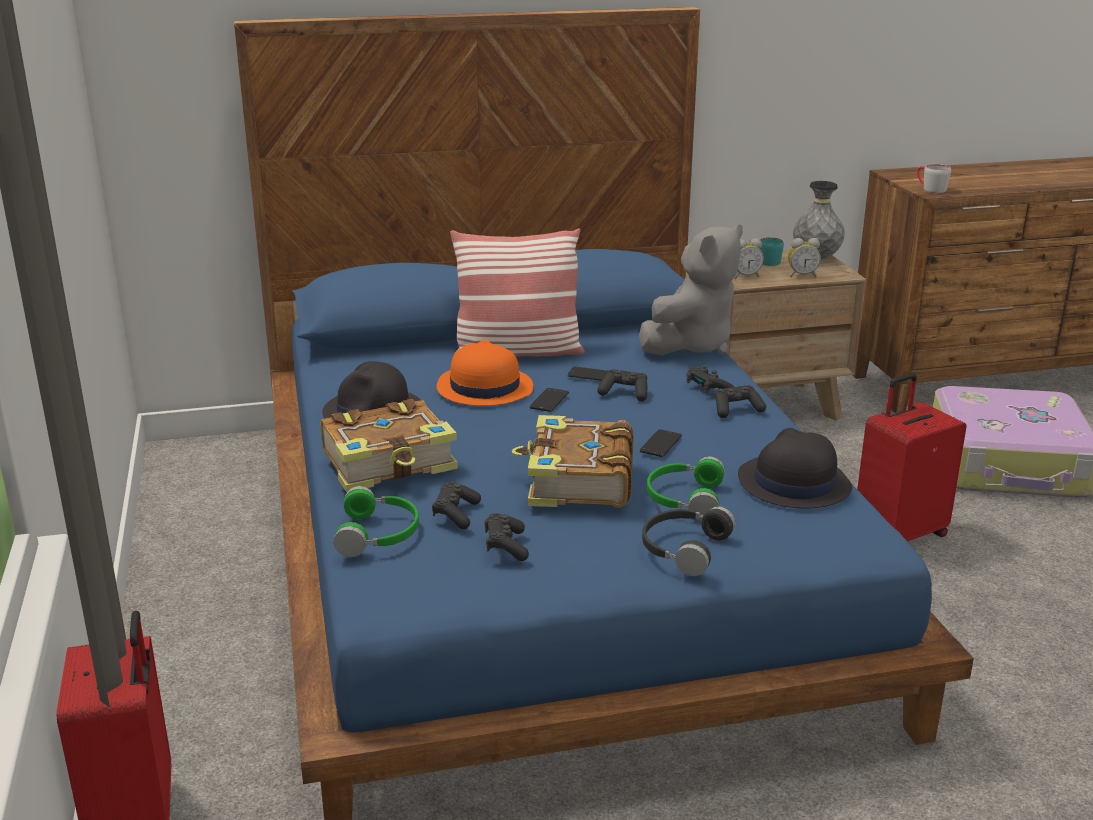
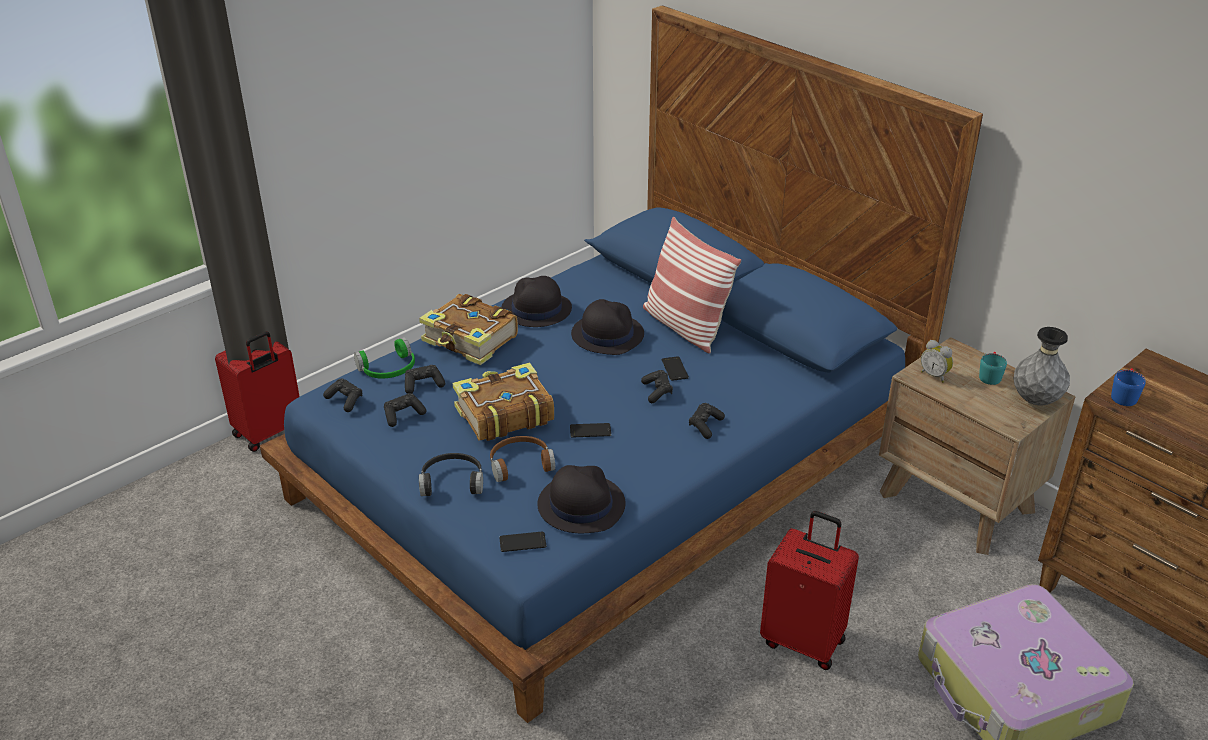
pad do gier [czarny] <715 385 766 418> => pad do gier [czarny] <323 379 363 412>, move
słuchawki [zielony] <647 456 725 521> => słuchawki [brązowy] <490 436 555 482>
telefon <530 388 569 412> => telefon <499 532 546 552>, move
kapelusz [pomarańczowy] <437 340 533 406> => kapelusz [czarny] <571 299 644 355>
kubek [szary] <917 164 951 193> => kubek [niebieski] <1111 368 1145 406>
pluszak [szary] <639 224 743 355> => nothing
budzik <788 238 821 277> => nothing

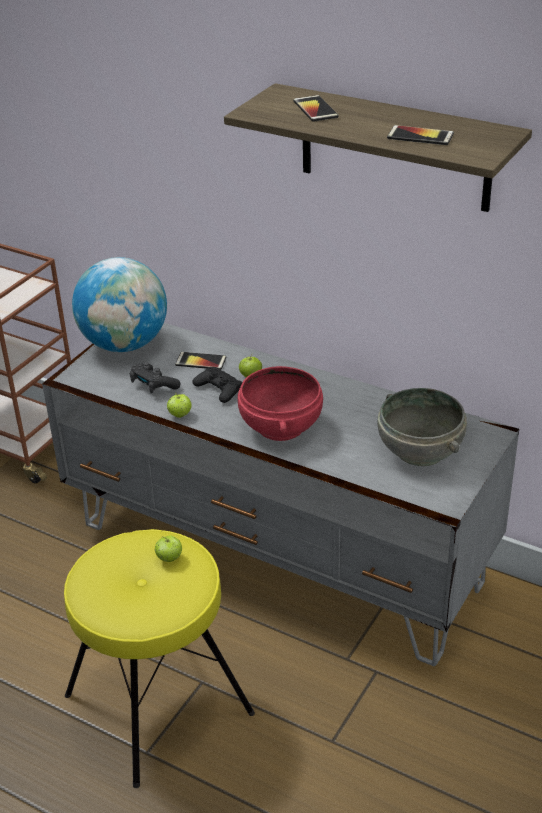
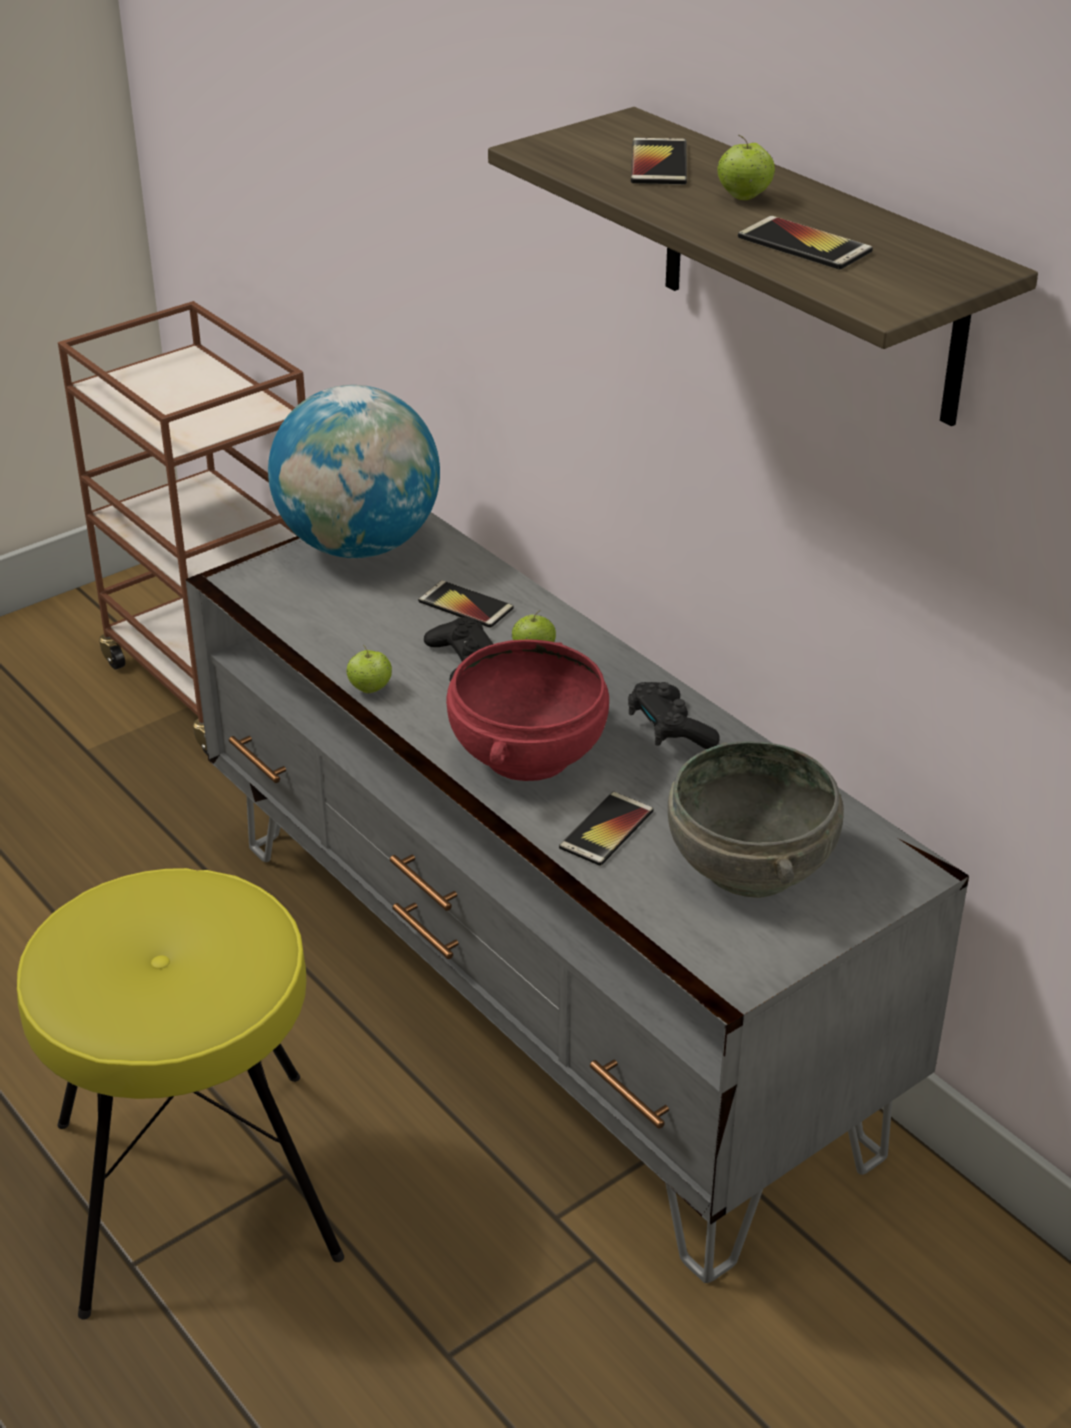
nothing => telefon <559 792 653 866>
pad do gier [czarny] <130 362 180 393> => pad do gier [czarny] <628 682 720 749>, move
jabłko <155 535 182 562> => jabłko <717 135 775 200>, move

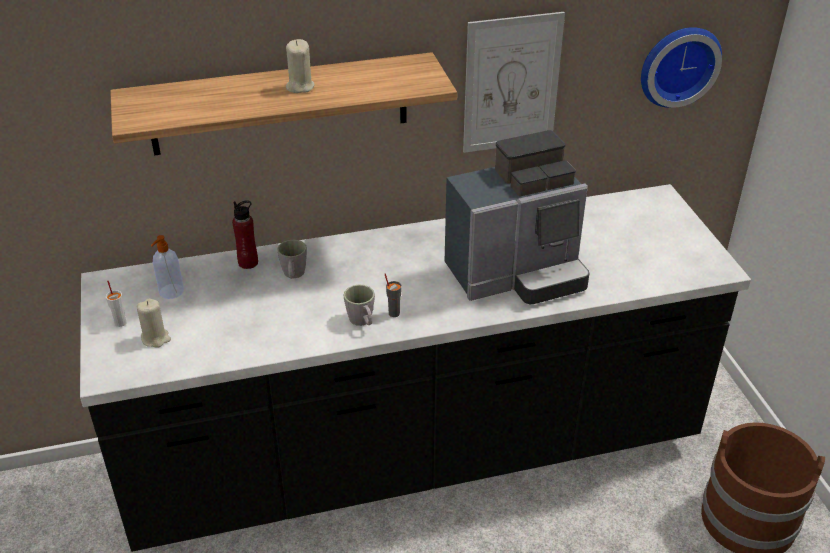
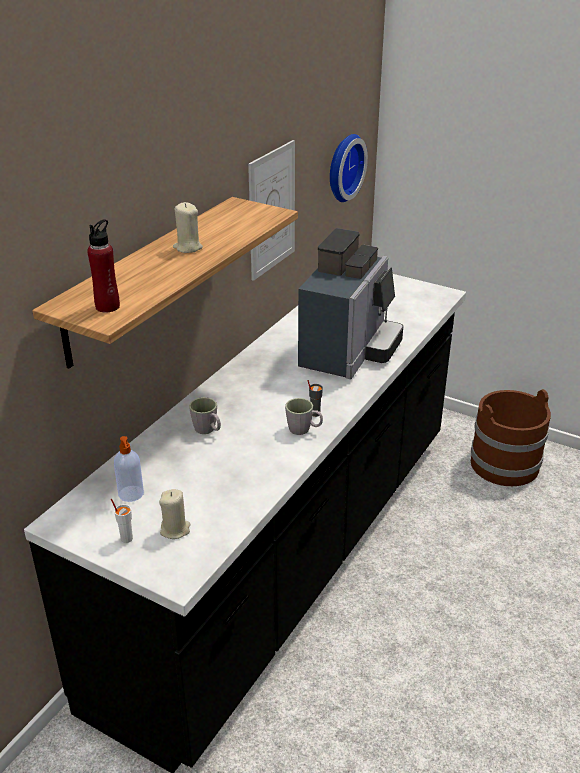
butelka [czerwony] <232 200 258 269> => butelka [czerwony] <87 219 120 313>, move

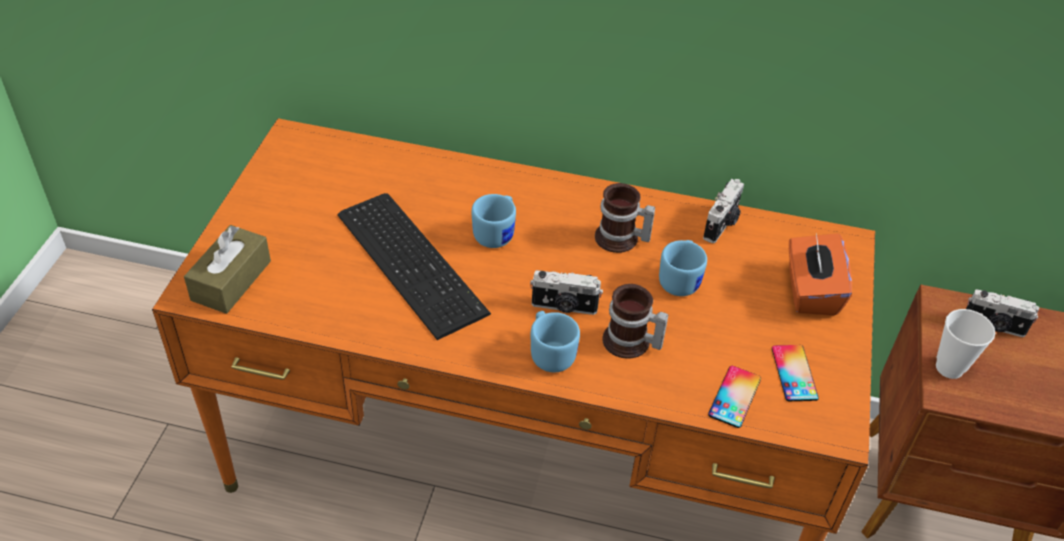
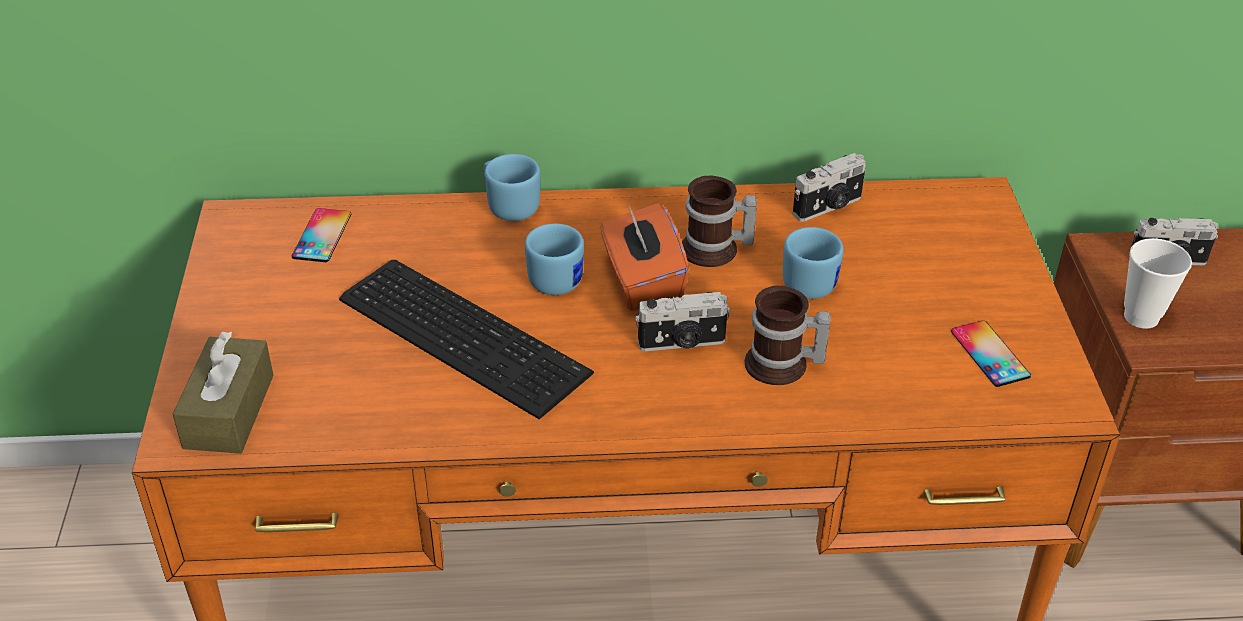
telefon <708 366 761 428> => telefon <292 208 351 262>, move
kubek [niebieski] <531 311 580 372> => kubek [niebieski] <484 154 540 221>, move
pudełko chusteczek [pomarańczowy] <789 233 852 316> => pudełko chusteczek [pomarańczowy] <600 203 689 311>, move
aparat fotograficzny <703 179 744 243> => aparat fotograficzny <793 153 866 222>, 45 degrees clockwise

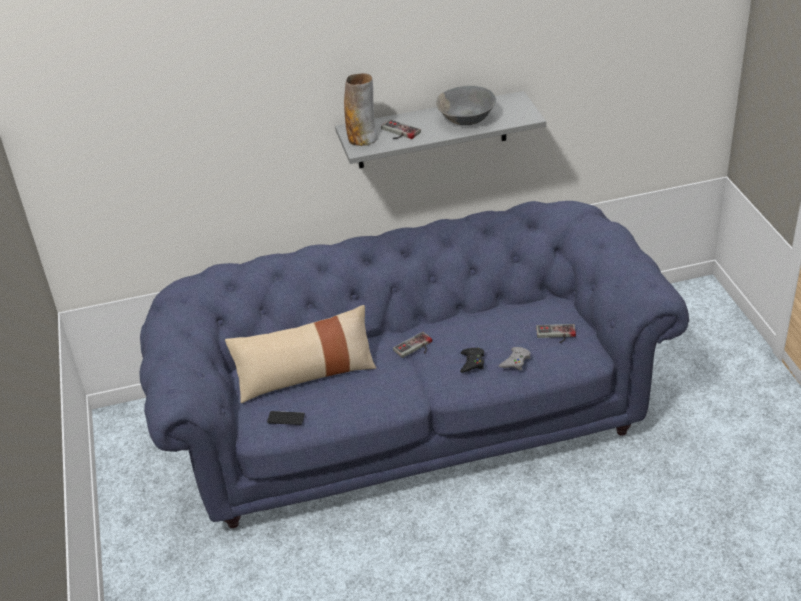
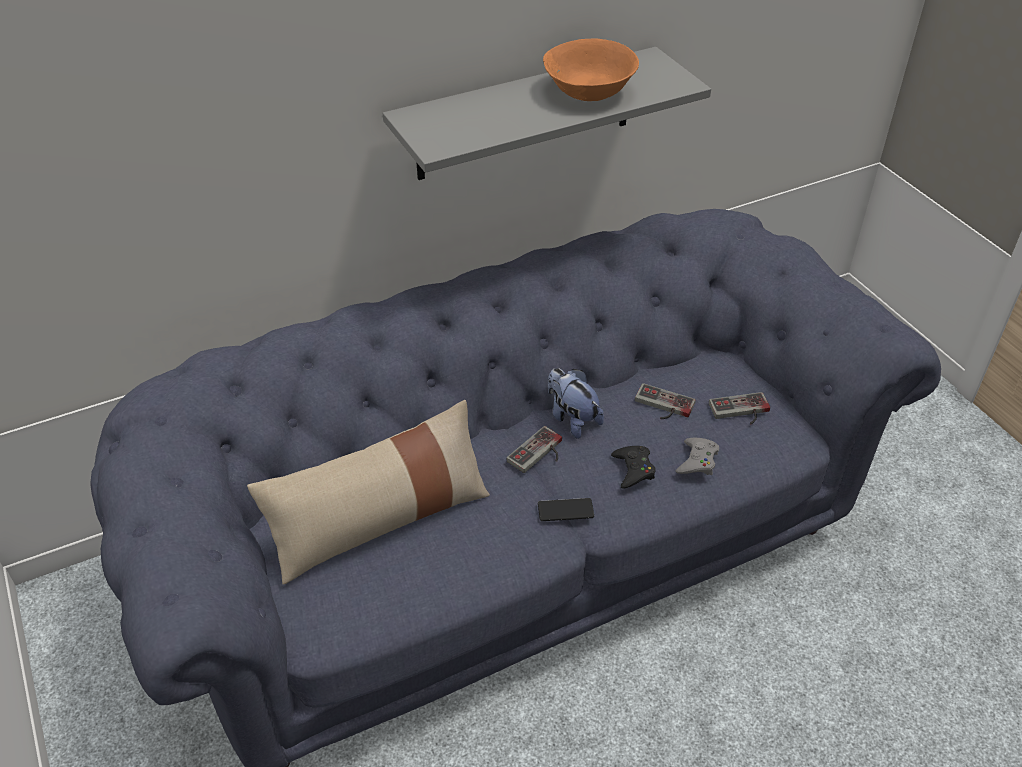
telefon <267 411 305 425> => telefon <538 498 594 521>, move
miska [szary] <436 86 496 126> => miska [pomarańczowy] <543 38 639 101>
nothing => pluszak <548 368 604 439>
pad do gier <381 119 421 139> => pad do gier <635 383 696 419>, move
wazon <344 73 377 146> => nothing

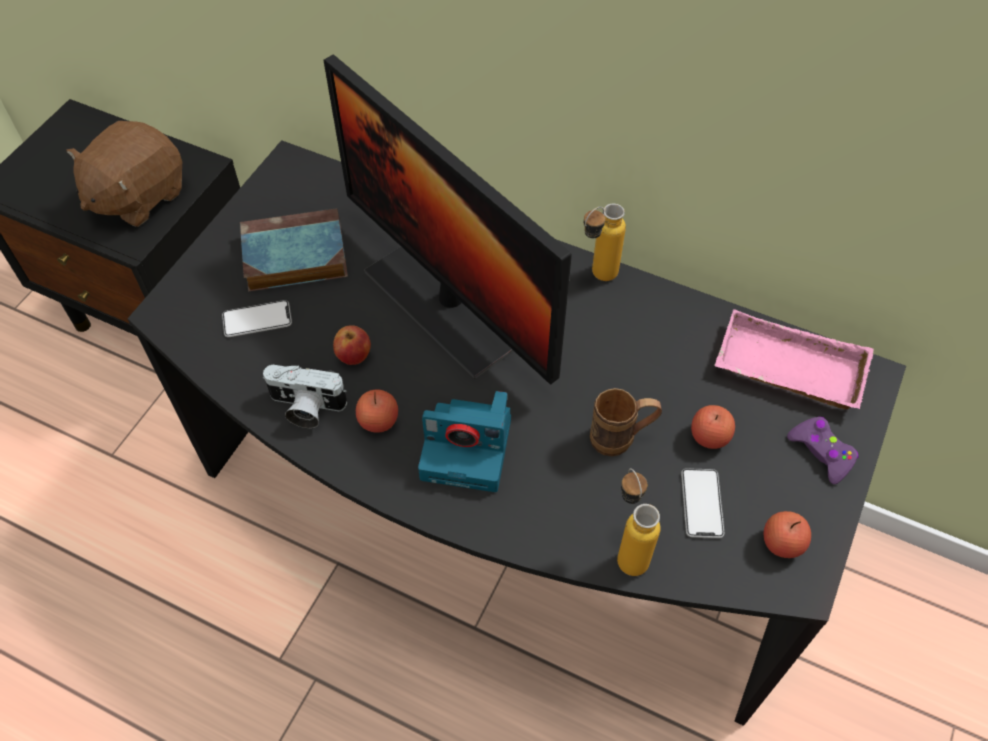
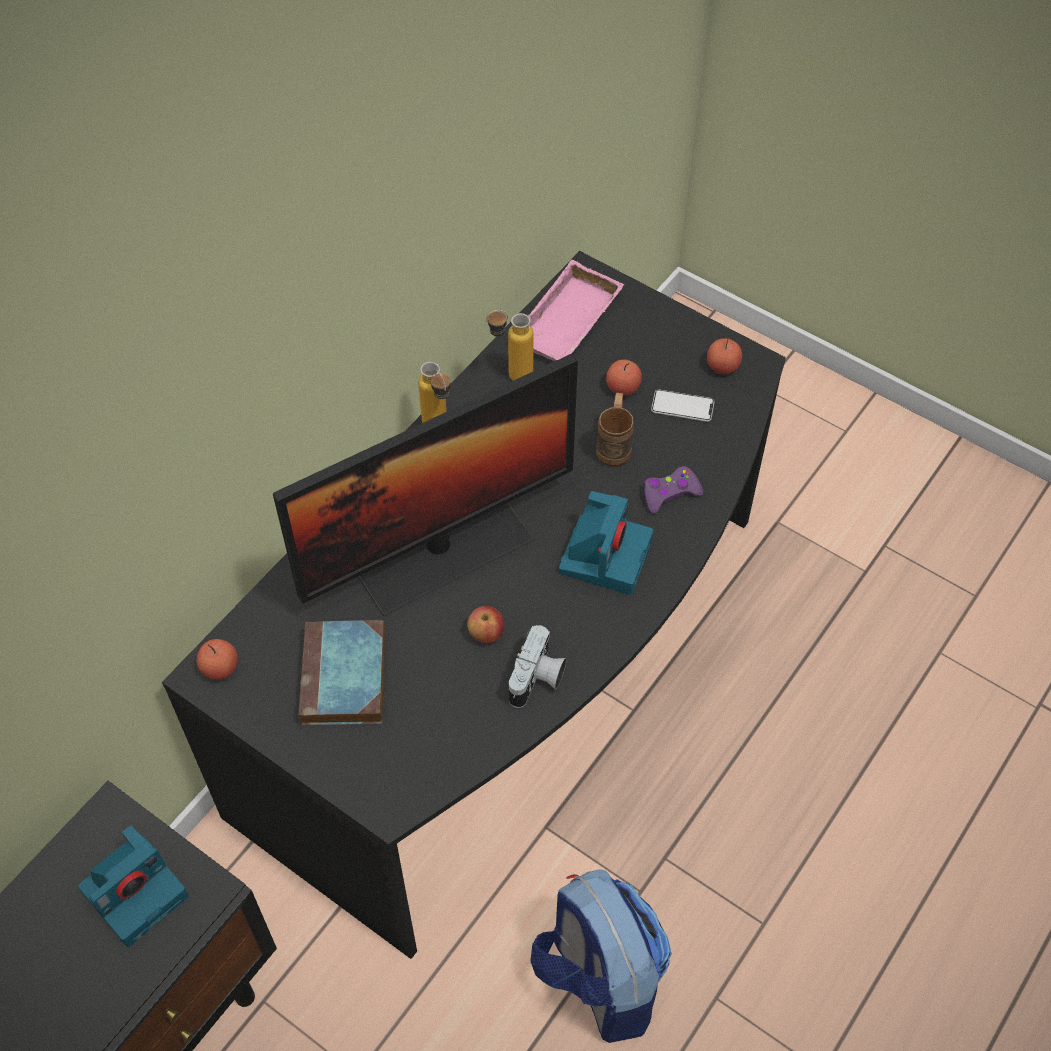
pluszak [brązowy] <67 121 182 227> => aparat fotograficzny <78 825 189 947>
jabłko <356 390 398 433> => jabłko <197 639 238 680>, move
butelka <617 468 661 576> => butelka <486 310 534 381>, move
nothing => plecak <531 869 672 1043>
pad do gier [fioletowy] <787 417 858 484> => pad do gier [fioletowy] <644 466 703 514>, move
telefon <222 300 292 337> => nothing

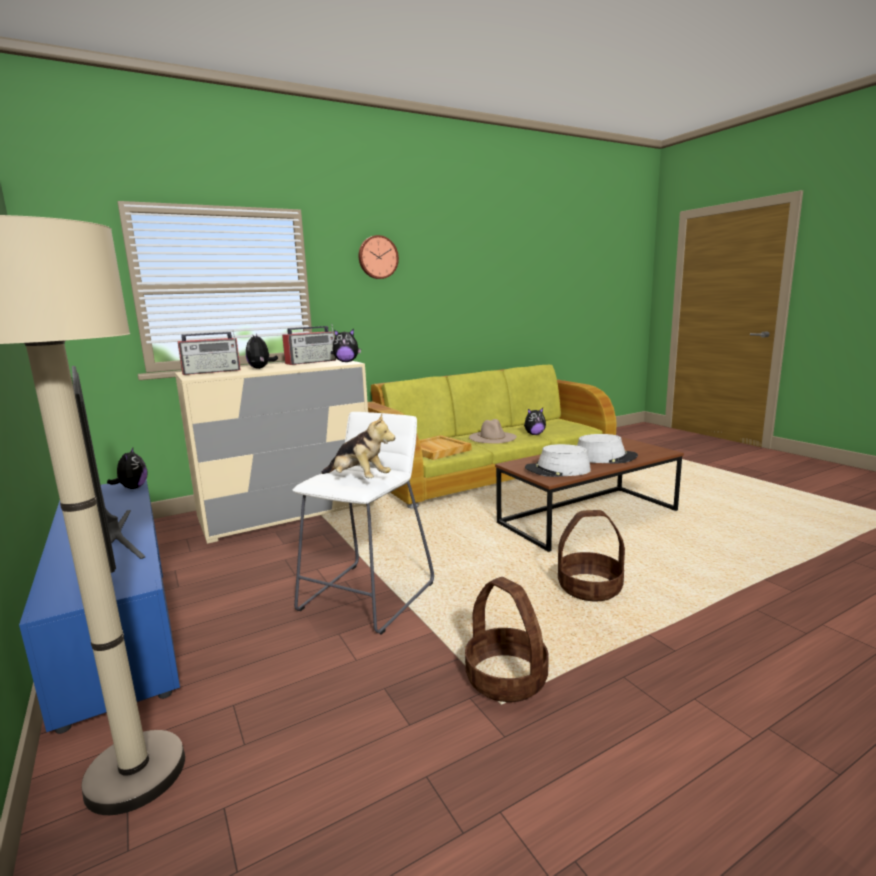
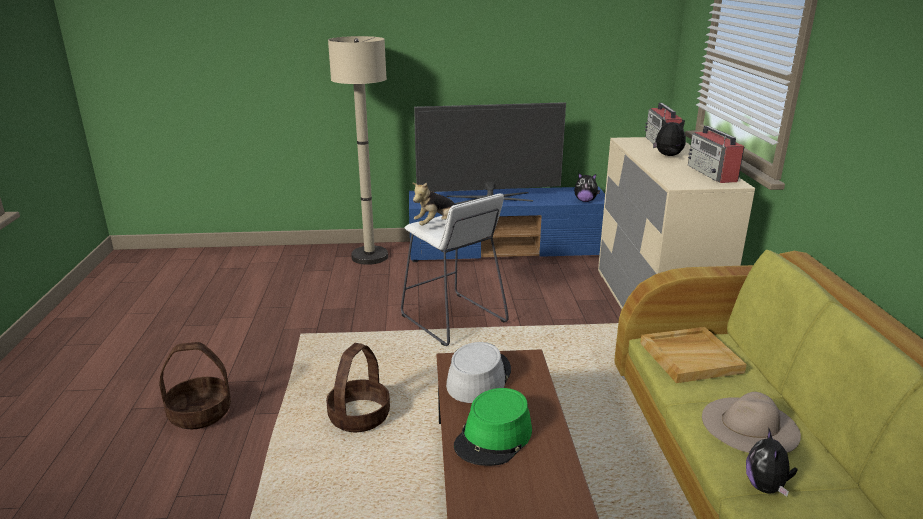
koszyk <465 577 549 702> => koszyk <159 342 231 429>, move
kapelusz [szary] <577 434 638 463> => kapelusz [zielony] <454 388 532 466>
pluszak <332 329 361 362> => nothing
zegar ścienny <359 235 399 279> => nothing

